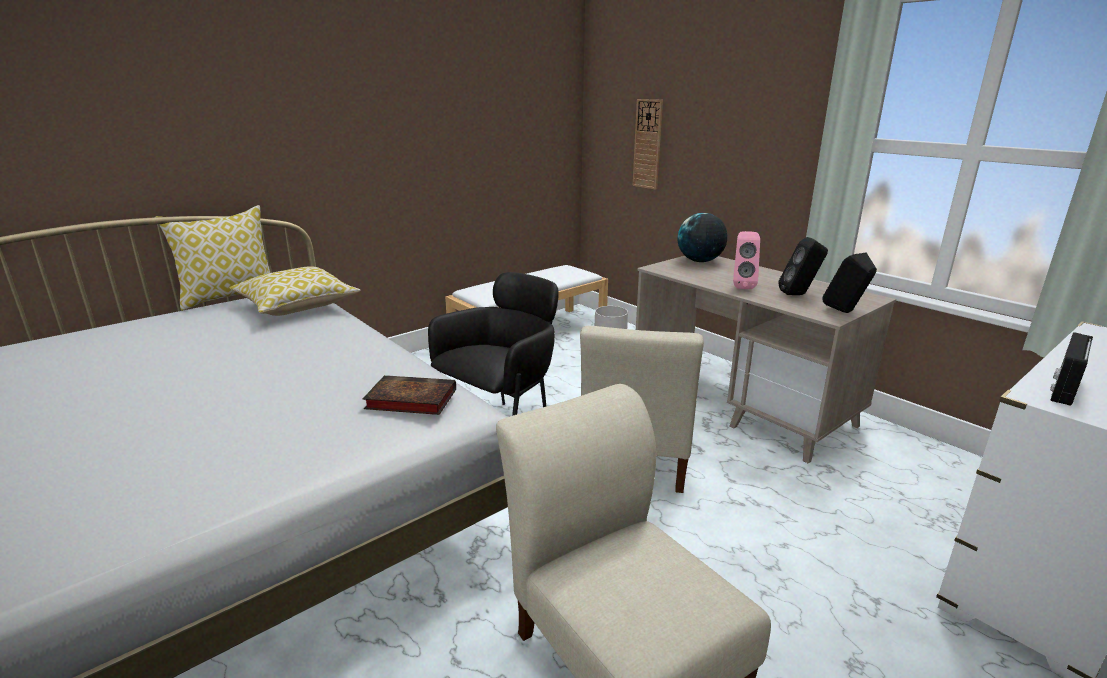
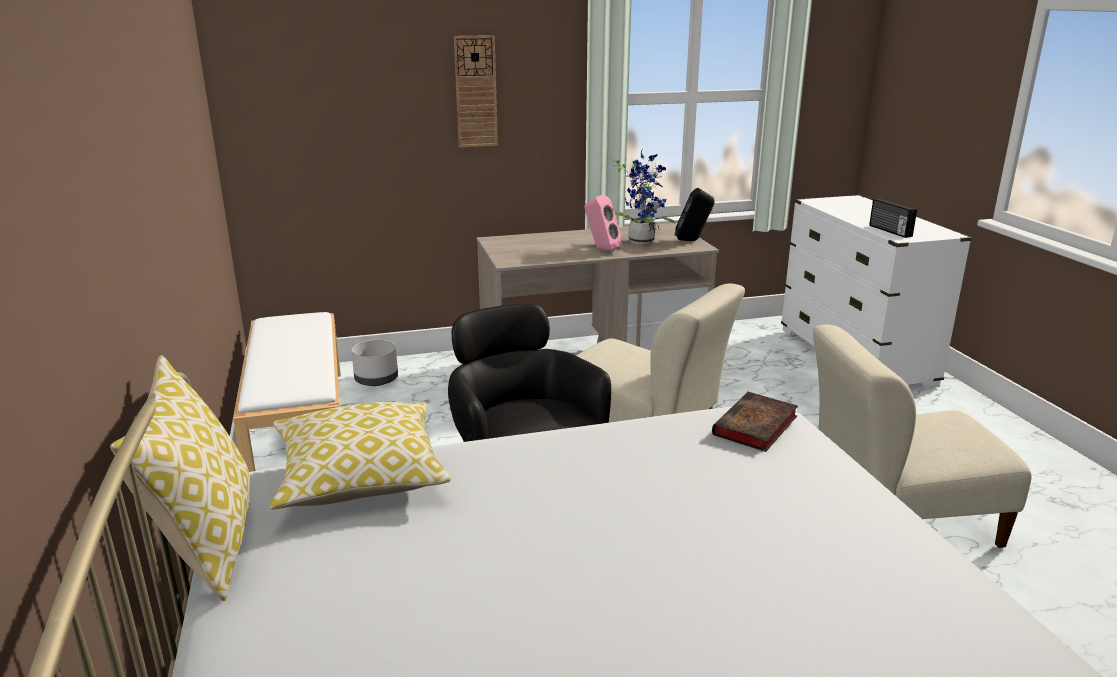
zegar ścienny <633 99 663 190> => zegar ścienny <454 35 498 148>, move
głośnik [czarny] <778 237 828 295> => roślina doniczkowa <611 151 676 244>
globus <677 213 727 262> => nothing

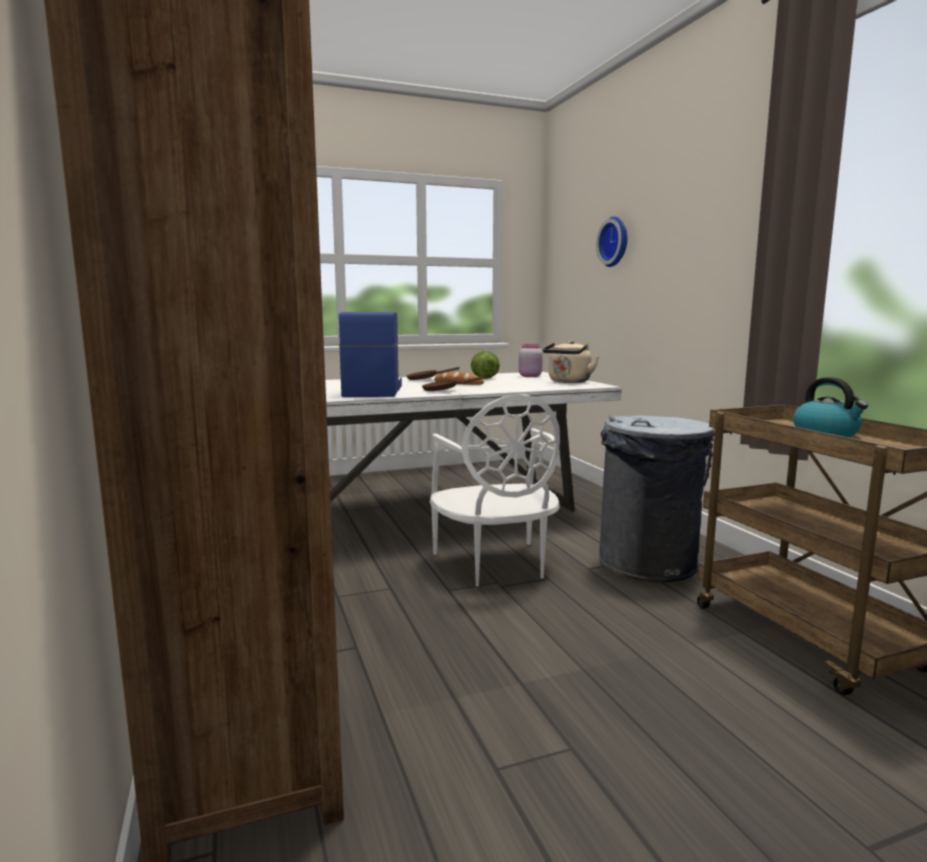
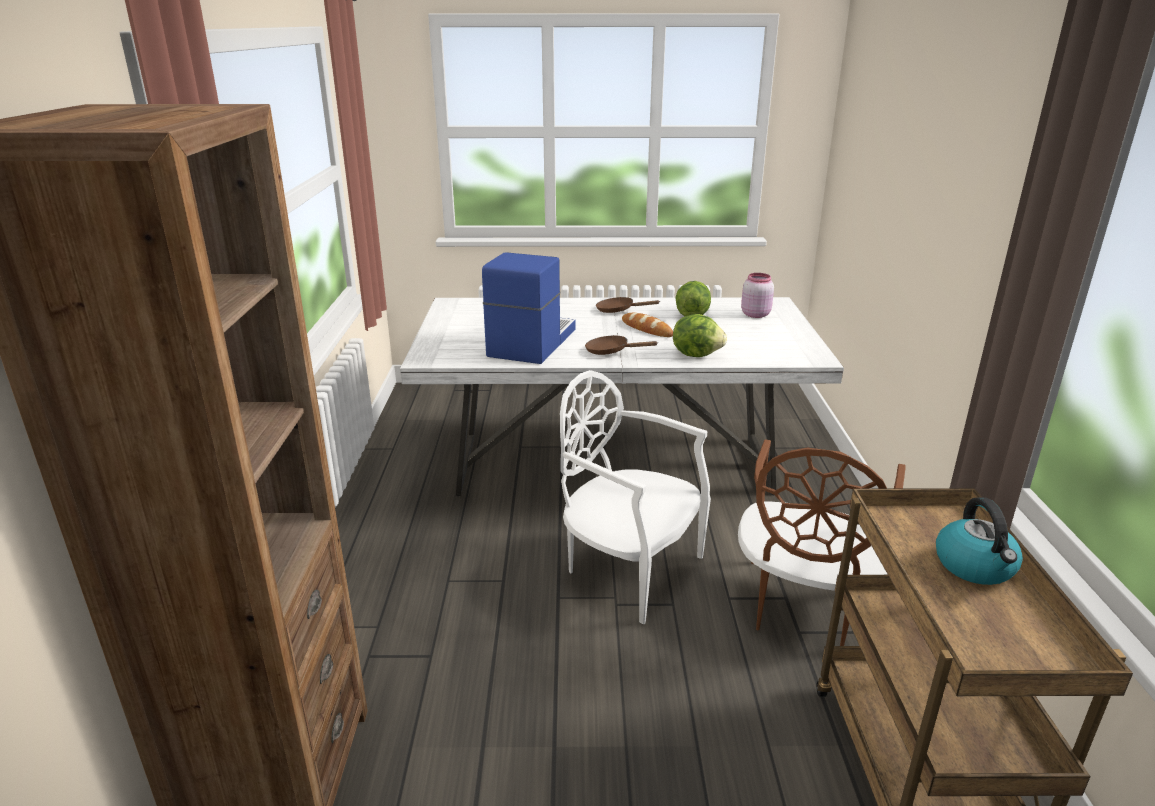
krzesło [biały] <430 394 560 587> => krzesło [biały] <560 370 711 624>, 120 degrees clockwise
nothing => sałata <673 314 727 357>
kosz na śmieci [szary] <599 415 715 583> => krzesło [brązowy] <738 439 906 646>
czajnik [beżowy] <543 341 599 383> => nothing
zegar ścienny <596 216 627 267> => nothing

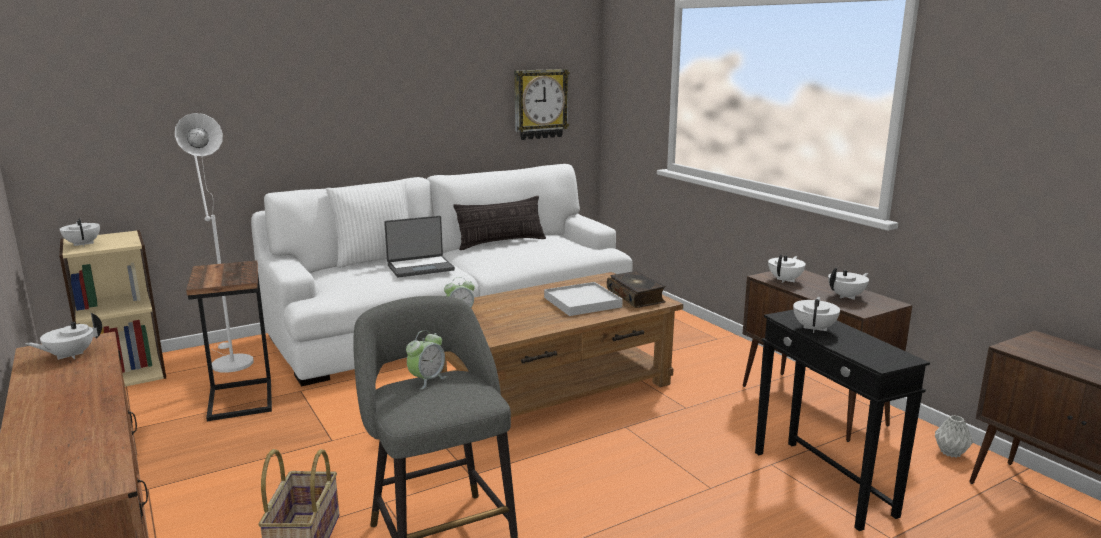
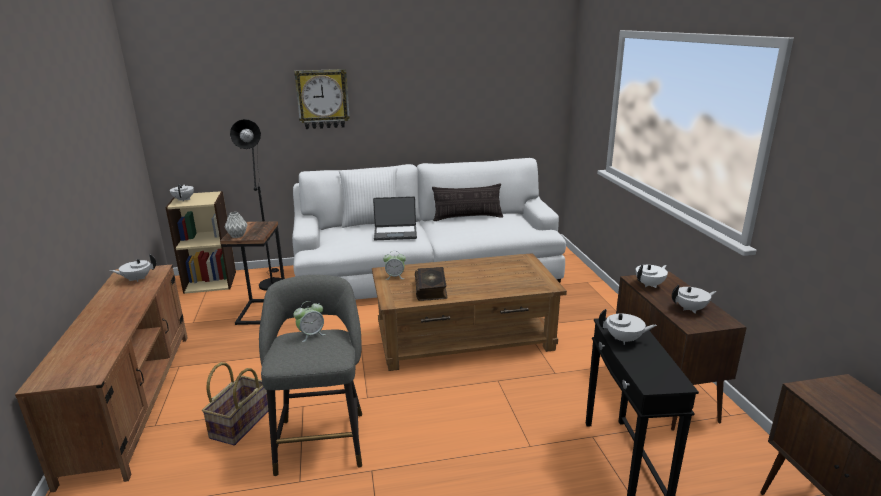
wazon [szary] <935 415 973 458> => wazon [szary] <224 212 247 238>, move
lampa stojąca [biały] <175 113 254 373> => lampa stojąca [czarny] <230 119 281 291>
zegar ścienny <514 69 570 140> => zegar ścienny <294 69 350 129>, move
książka <607 271 666 308> => książka <415 267 448 301>, move
imbryk [biały] <793 297 840 333> => imbryk [biały] <599 309 657 345>, 60 degrees clockwise
taca [biały] <544 282 623 316> => nothing

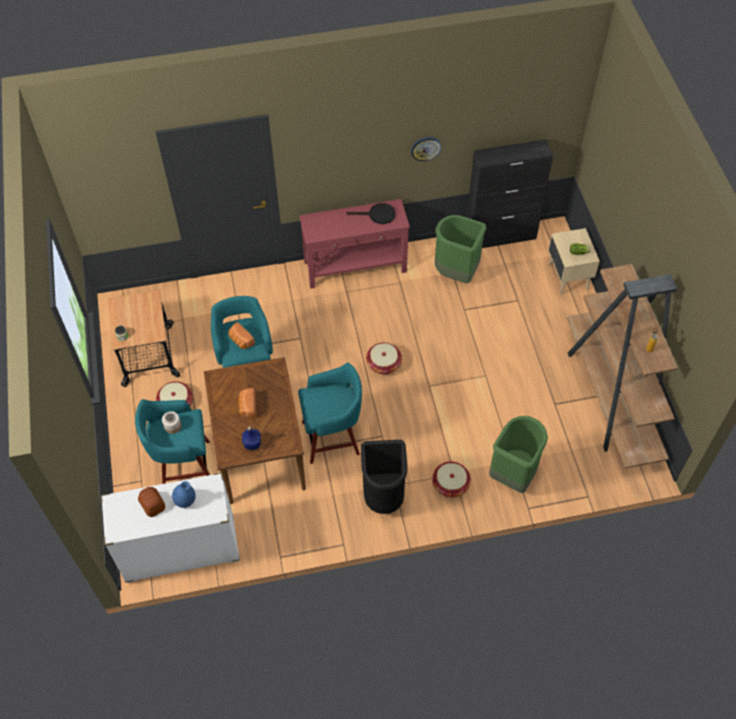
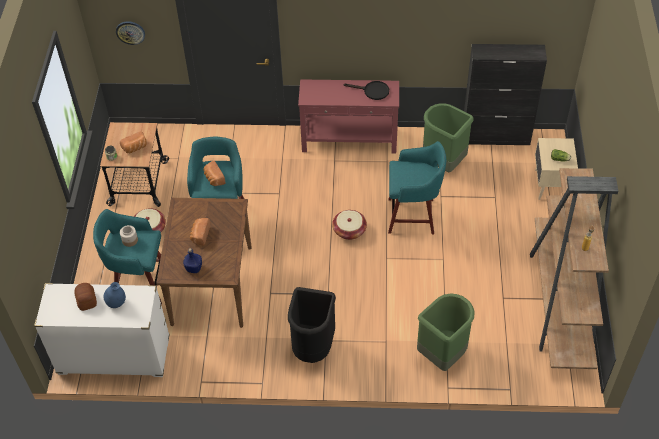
zegar ścienny <411 137 441 161> => zegar ścienny <116 22 145 45>, move
nothing => chleb <120 132 147 153>
stołek [turkusowy] <298 363 362 464> => stołek [turkusowy] <388 141 446 234>, move
koszyk <432 462 471 497> => nothing

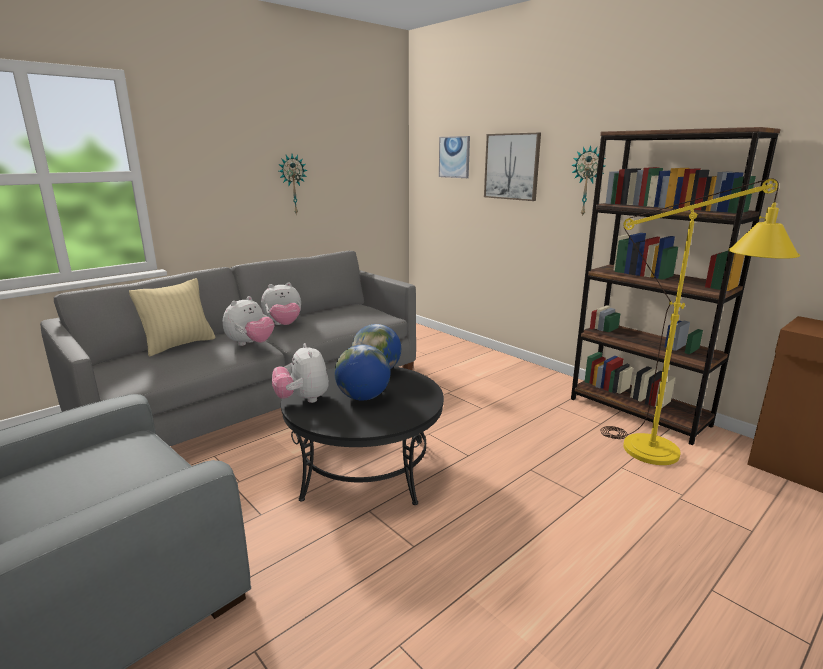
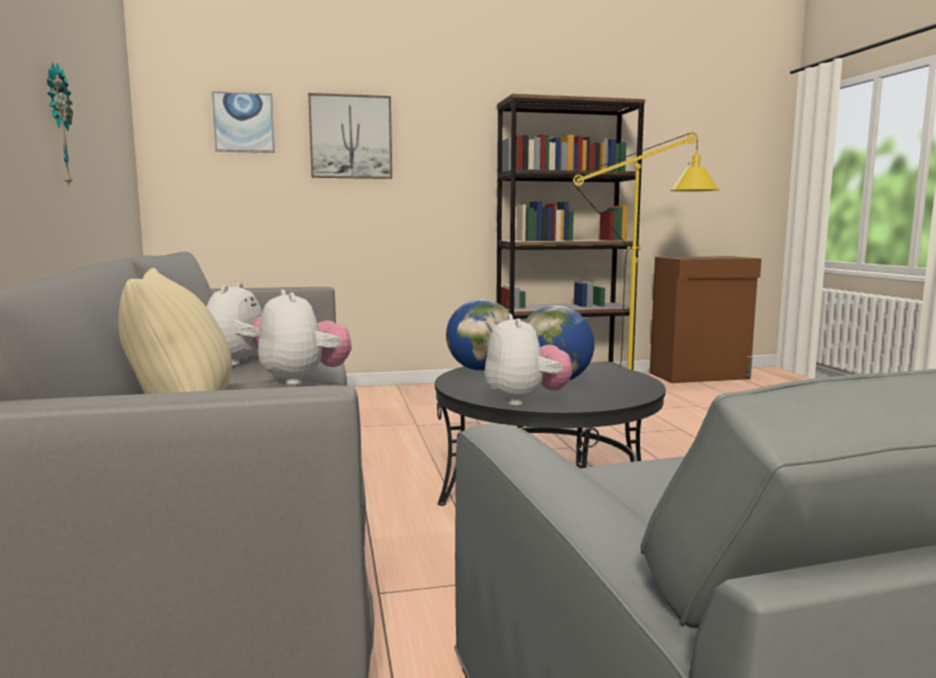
pluszak <272 343 329 403> => pluszak <485 314 572 406>, 105 degrees counterclockwise
zegar ścienny <571 145 605 217> => nothing

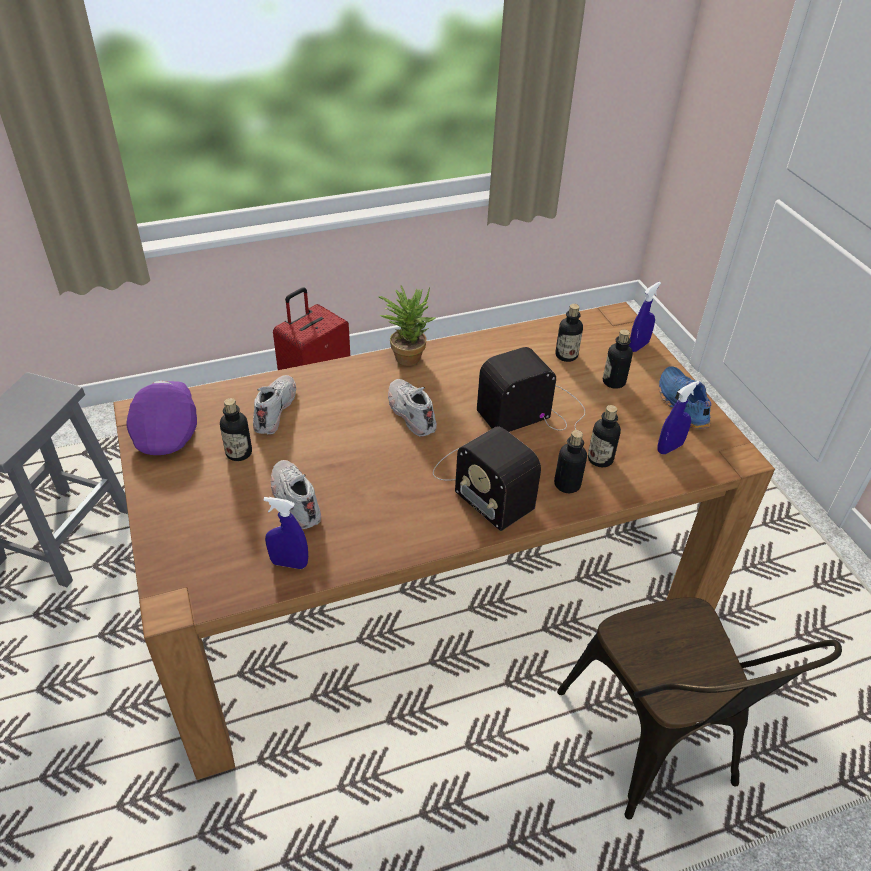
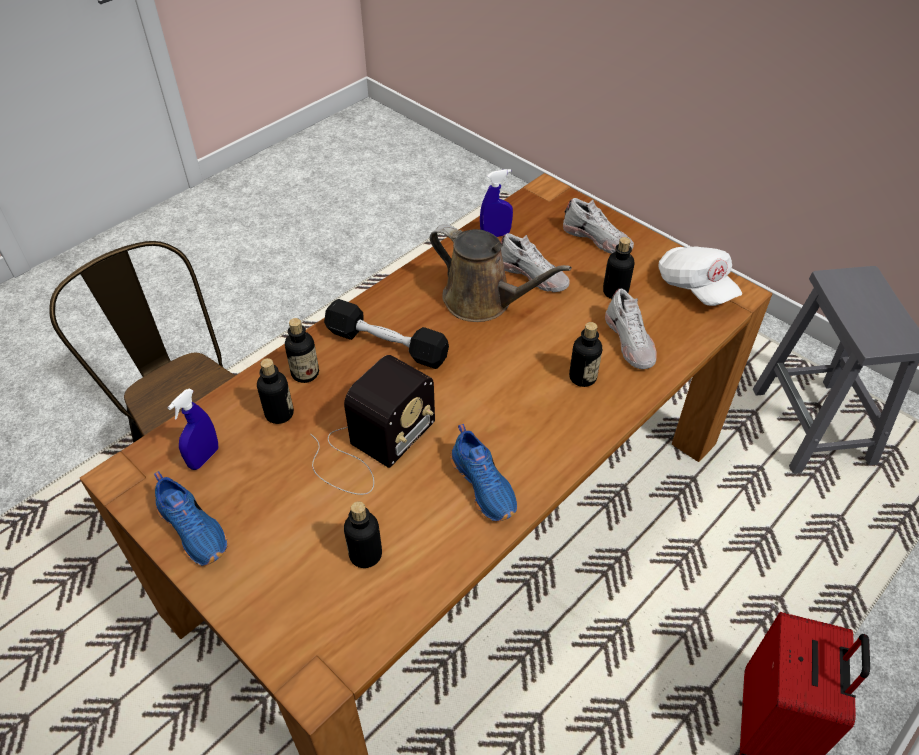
radio <433 427 541 531> => hantel [czarny] <324 299 449 369>
nothing => konewka [brązowy] <430 224 572 322>
nothing => but [niebieski] <450 424 517 522>
but [biały] <388 379 437 437> => but [biały] <563 198 634 254>, move
butelka <603 329 633 389> => butelka <569 322 602 387>, move
czapka z daszkiem [fioletowy] <127 381 197 455> => czapka z daszkiem [biały] <658 246 742 306>
roślina doniczkowa <379 286 436 366> => nothing
spryskiwacz [niebieski] <629 281 661 352> => nothing

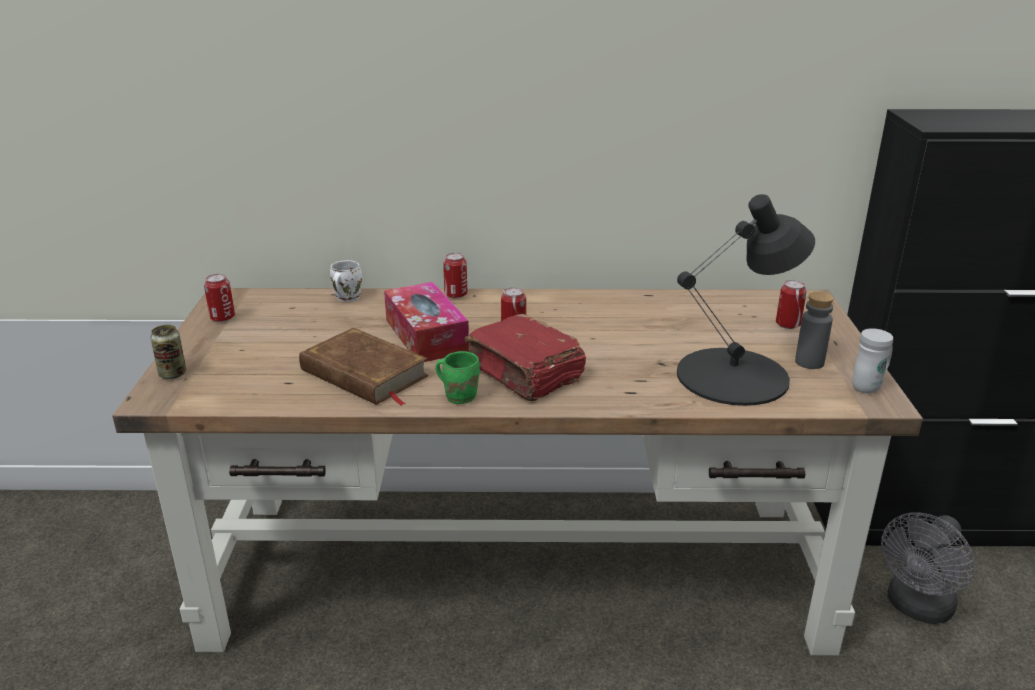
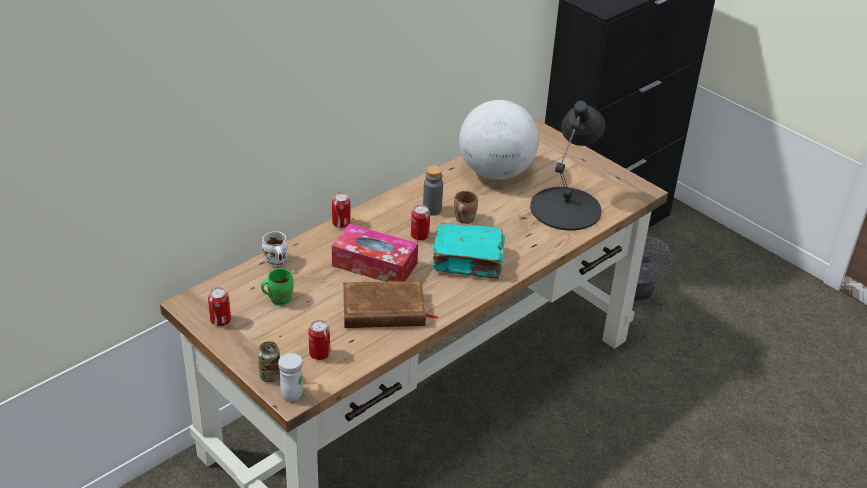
kubek [zielony] <435 351 480 404> => kubek [zielony] <261 268 294 306>, move
kubek [biały] <852 328 893 393> => kubek [biały] <278 353 303 401>, move
puszka <776 280 807 329> => puszka <309 320 330 360>, move
butelka [szary] <795 292 834 369> => butelka [szary] <423 165 443 215>, move
książka [czerwony] <465 314 586 401> => książka [turkusowy] <432 223 505 279>
nothing => kubek [brązowy] <454 191 478 224>
nothing => globus <459 100 539 180>

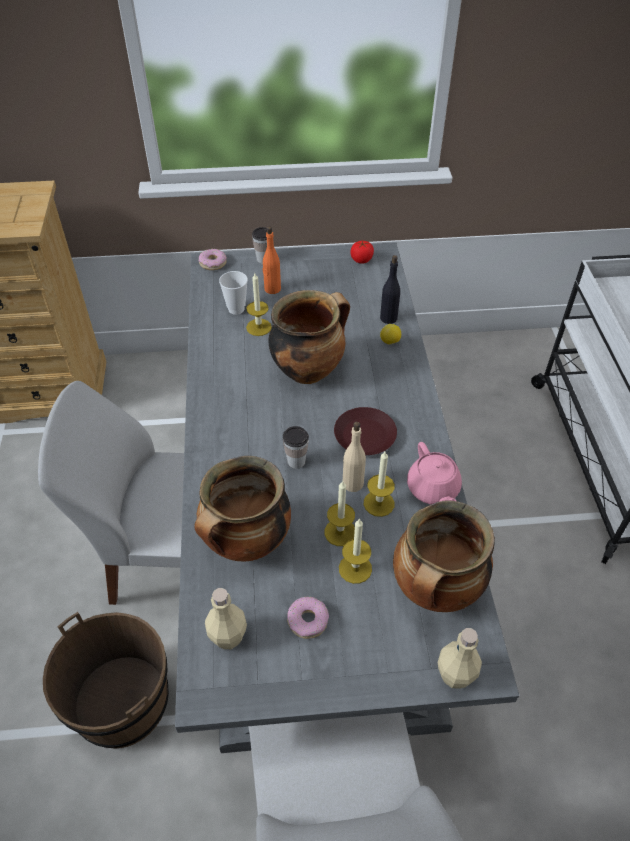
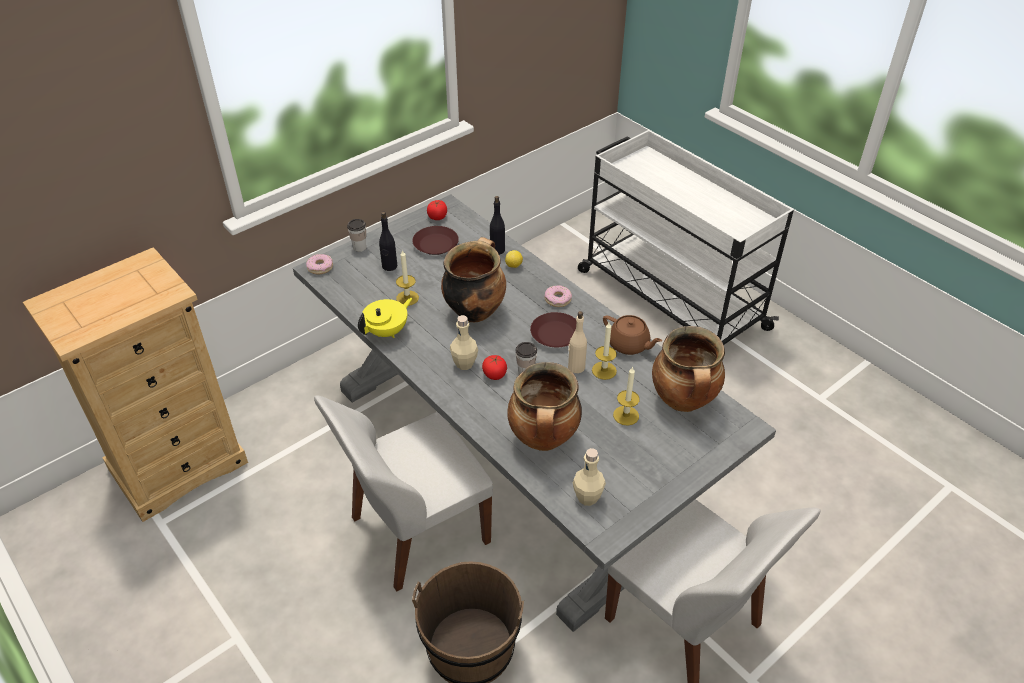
nothing => imbryk [żółty] <358 298 412 338>
butelka [pomarańczowy] <263 226 281 294> => butelka [czarny] <379 212 397 271>
nothing => talerz [brązowy] <412 226 459 255>
butelka [beżowy] <438 628 482 689> => butelka [beżowy] <450 315 478 370>, move
nothing => pomidor <482 355 507 380>
donut <287 597 329 639> => donut <544 285 572 307>, move
imbryk [różowy] <407 442 462 504> => imbryk [brązowy] <603 315 662 355>
filiżanka <219 271 248 315> => nothing
świeca <324 481 355 546> => nothing

